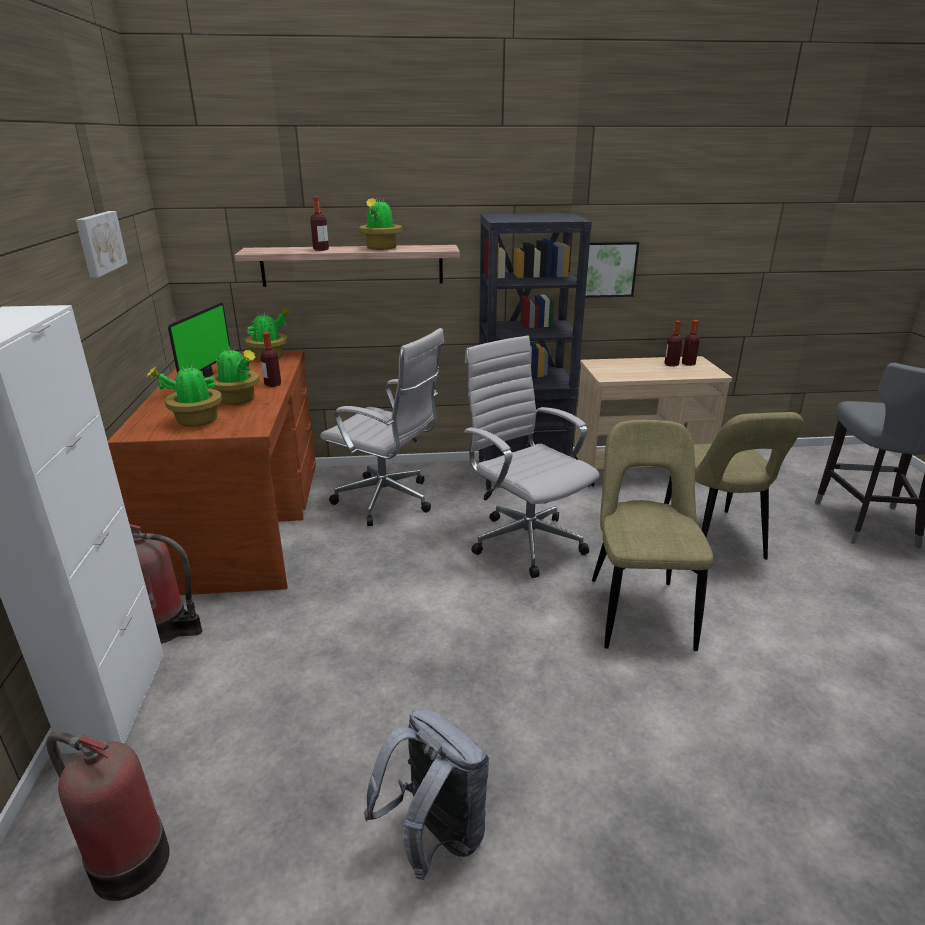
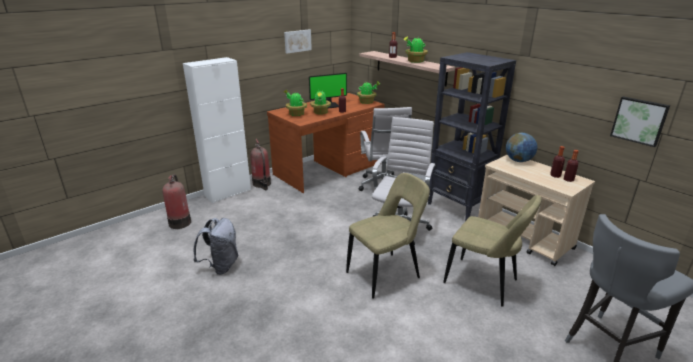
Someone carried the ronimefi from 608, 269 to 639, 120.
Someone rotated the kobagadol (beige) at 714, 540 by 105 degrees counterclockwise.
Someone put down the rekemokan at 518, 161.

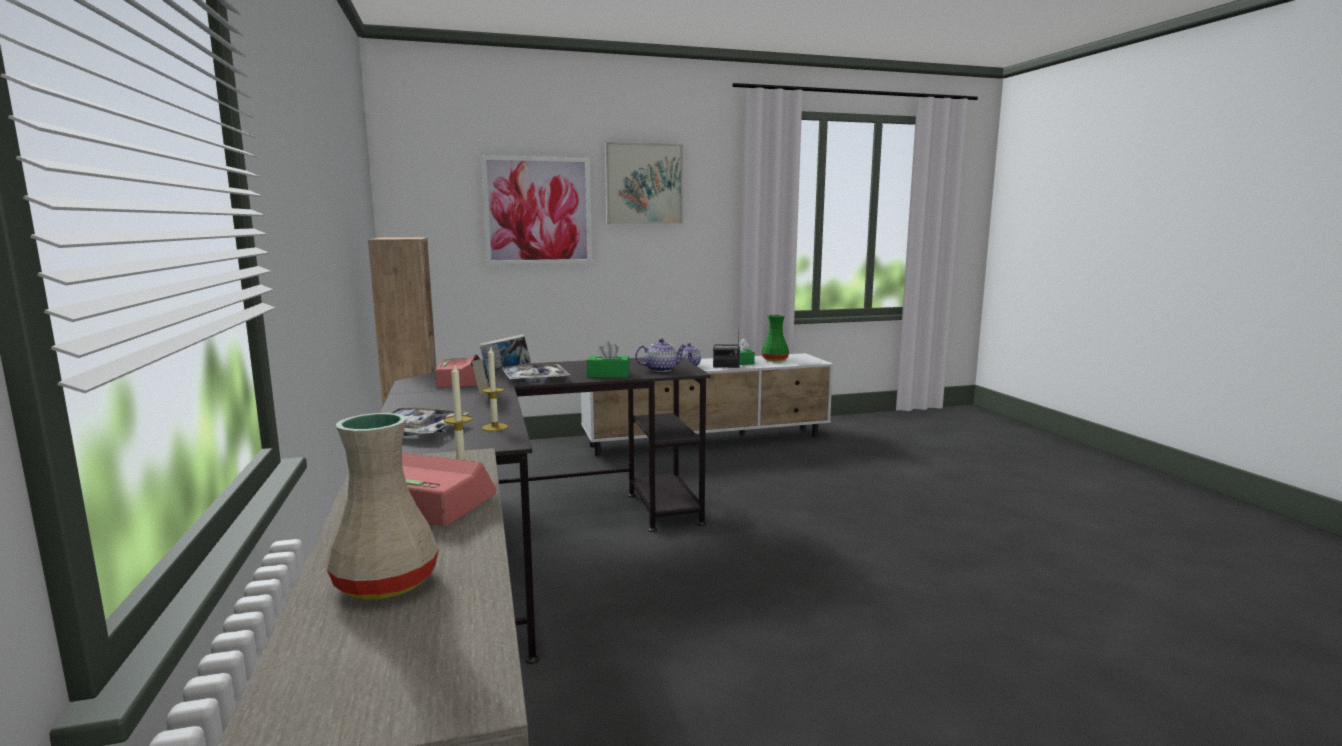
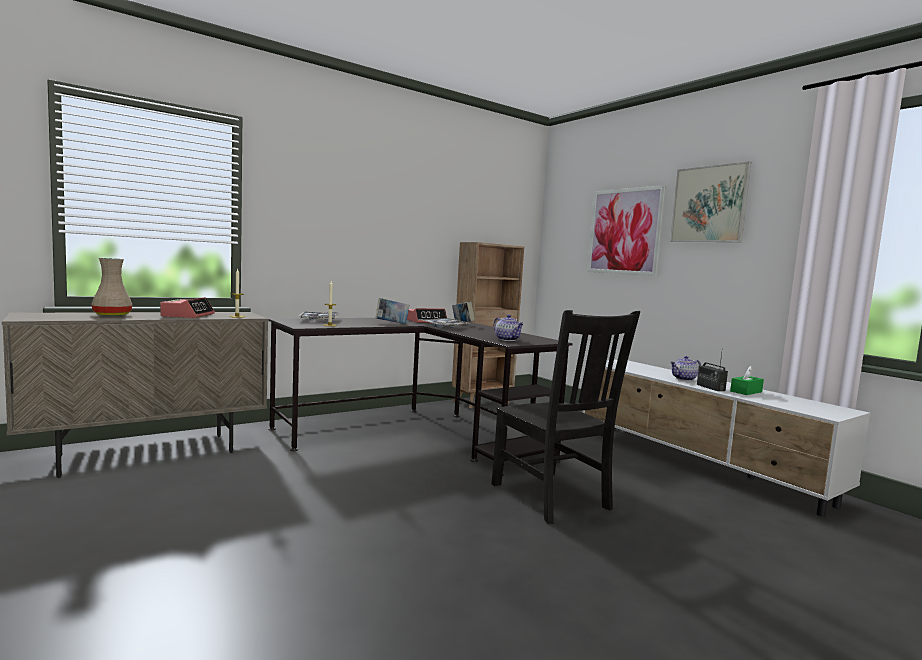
Someone took away the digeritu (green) at 774, 360.
Someone took away the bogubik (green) at 608, 375.
Someone put down the kobagadol (black) at 552, 498.

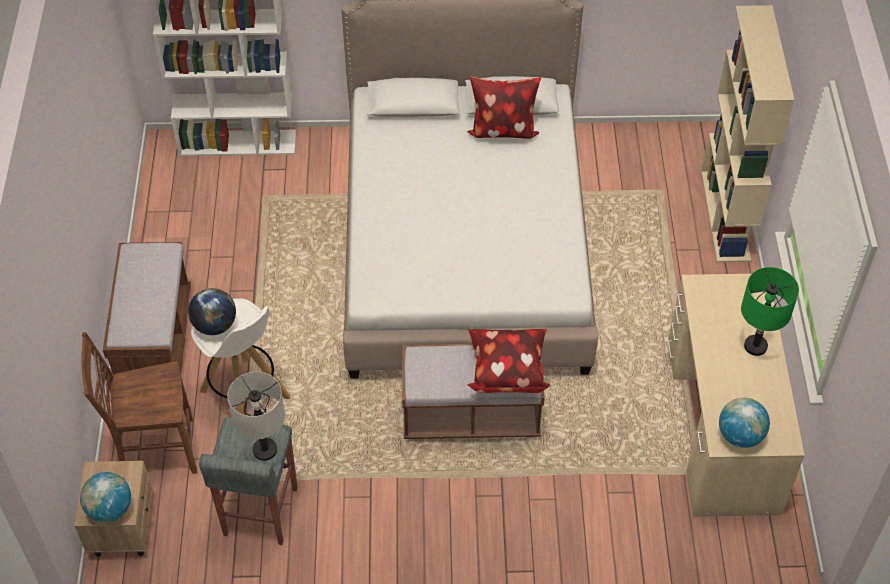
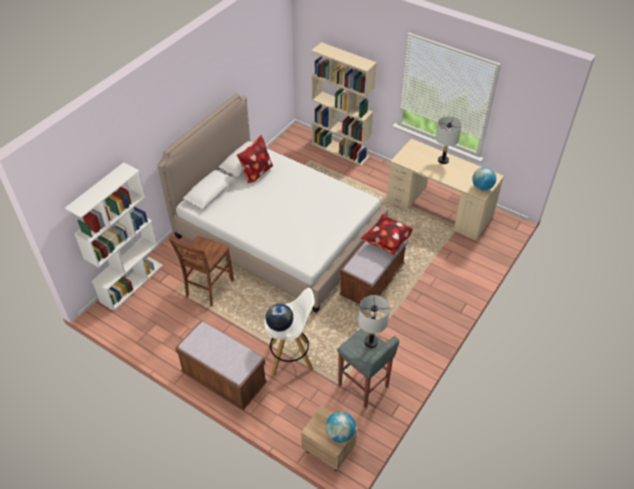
Someone repainted the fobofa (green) at 755, 346, which became the fobofa (grey) at 443, 160.
Someone carried the kobagadol (brown) from 155, 449 to 208, 288.

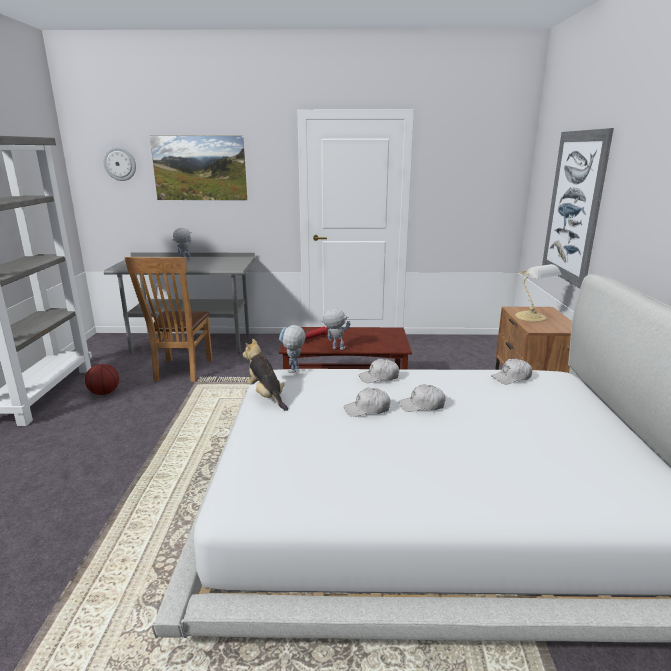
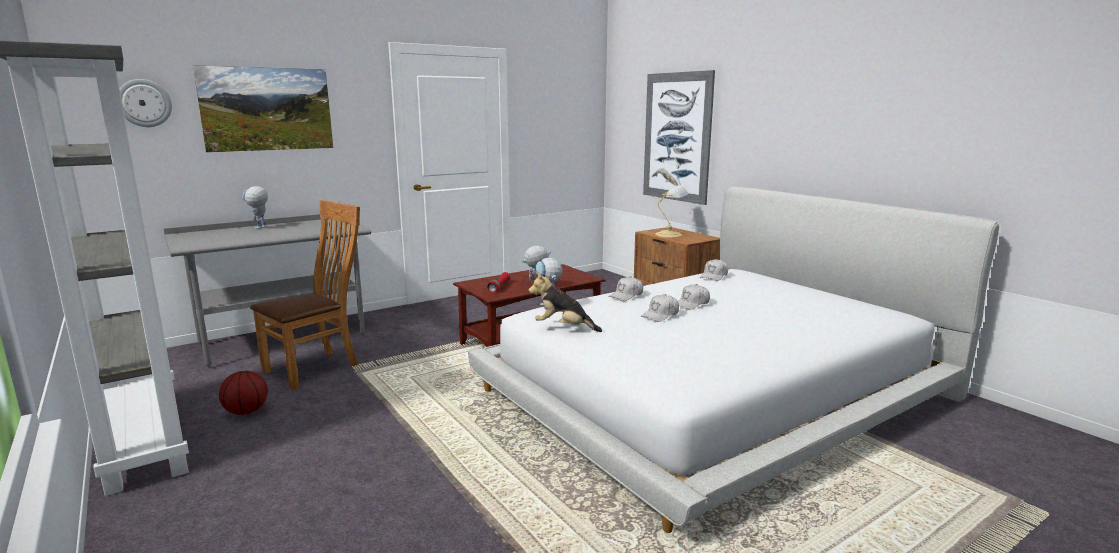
Someone rotated the kobagadol (brown) at 181, 371 by 105 degrees counterclockwise.

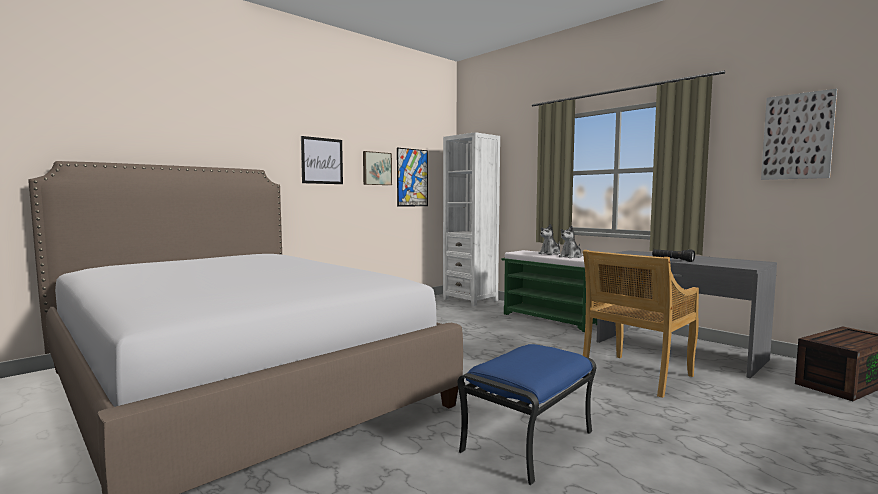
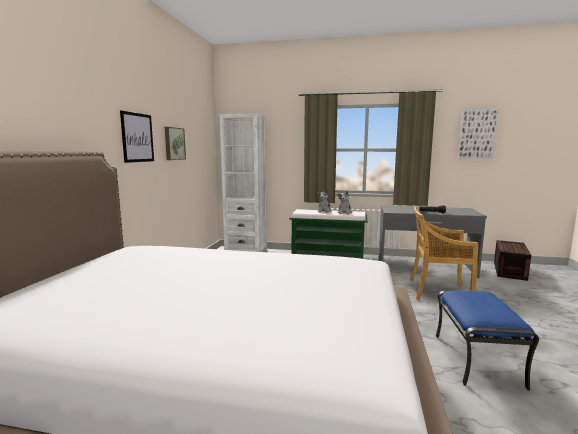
Someone took away the ronimefi at 412, 177.
Someone rotated the kobagadol (beige) at 636, 375 by 90 degrees clockwise.

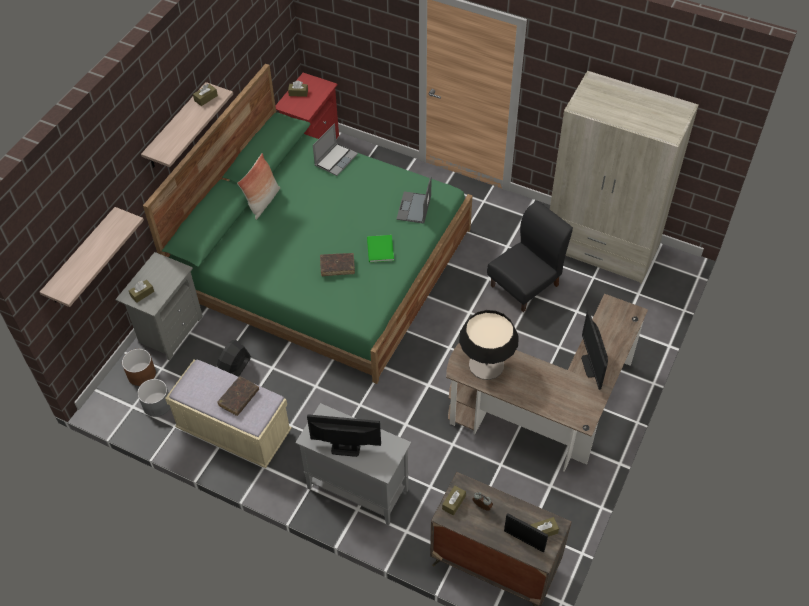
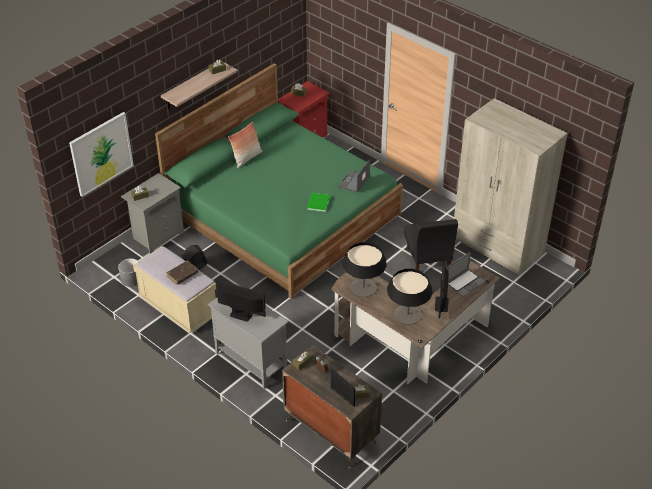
Someone carried the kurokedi from 336, 159 to 465, 283.
Someone rotated the kobagadol (black) at 525, 285 by 105 degrees clockwise.
Someone swapped the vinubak at 81, 257 for the ronimefi at 101, 153.
Someone took away the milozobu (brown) at 337, 266.
Someone took away the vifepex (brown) at 141, 374.
Someone put down the fobofa at 407, 315.

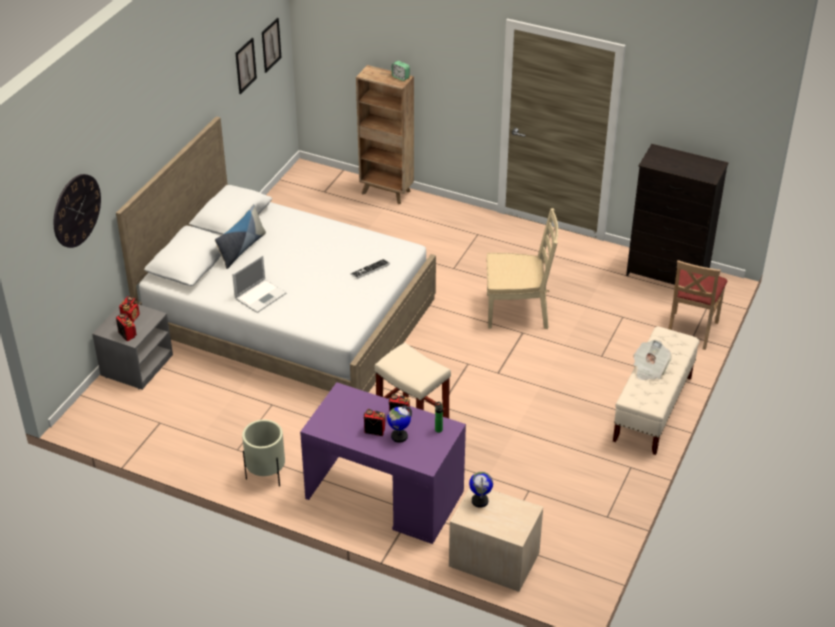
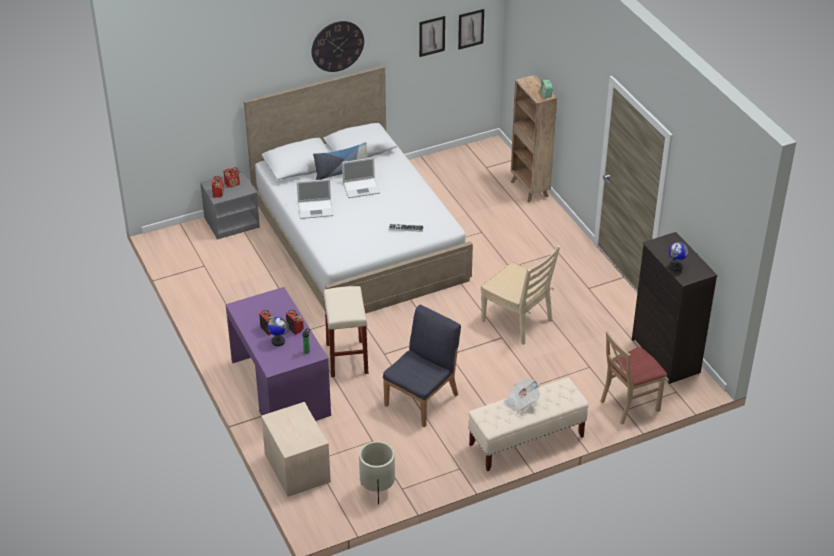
Someone carried the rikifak from 76, 210 to 337, 46.
Someone carried the vifepex (beige) from 266, 475 to 377, 490.
Someone carried the rekemokan from 480, 501 to 675, 267.
Someone put down the kurokedi at 362, 188.
Someone put down the kobagadol (blue) at 422, 399.

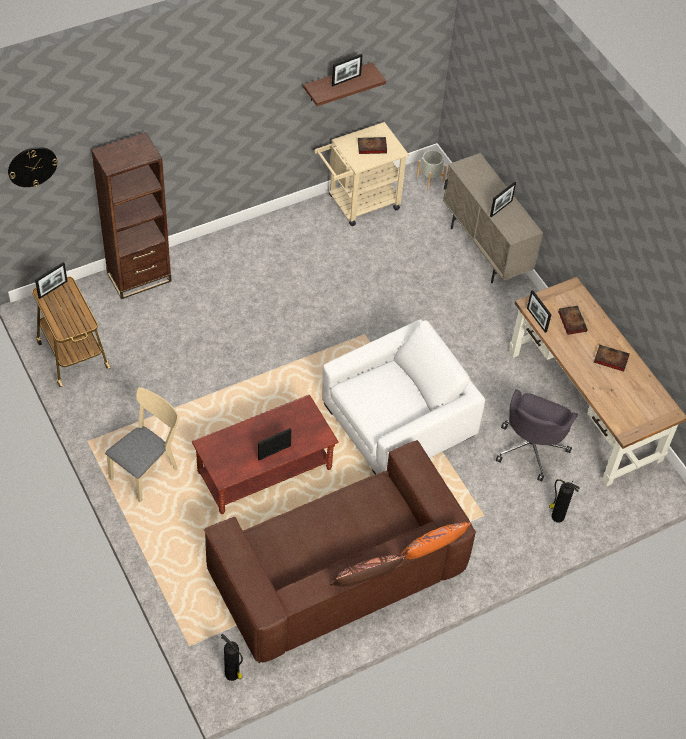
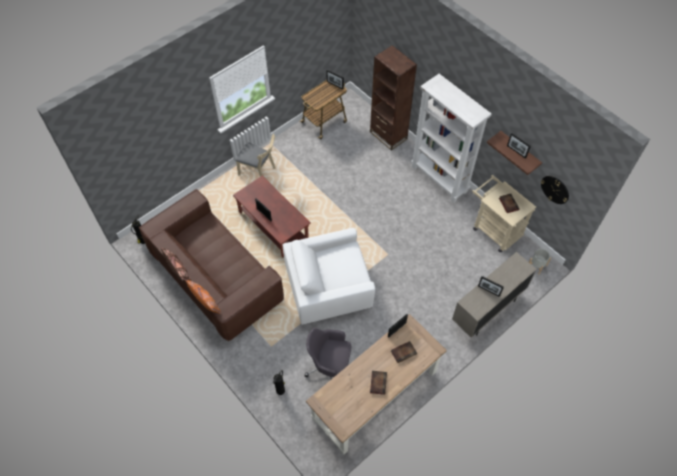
Someone carried the rikifak from 32, 166 to 555, 189.
Someone rotated the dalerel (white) at 398, 420 by 120 degrees clockwise.
Someone put down the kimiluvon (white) at 440, 179.

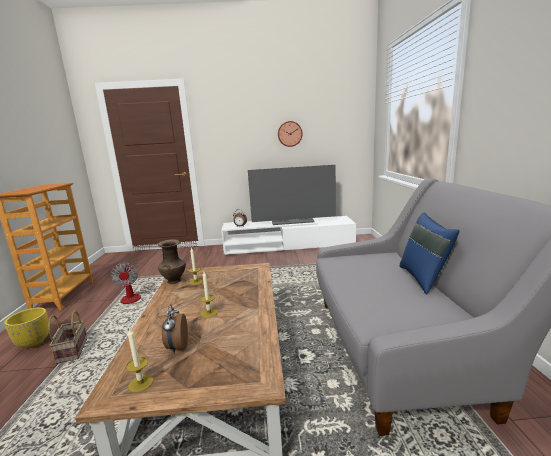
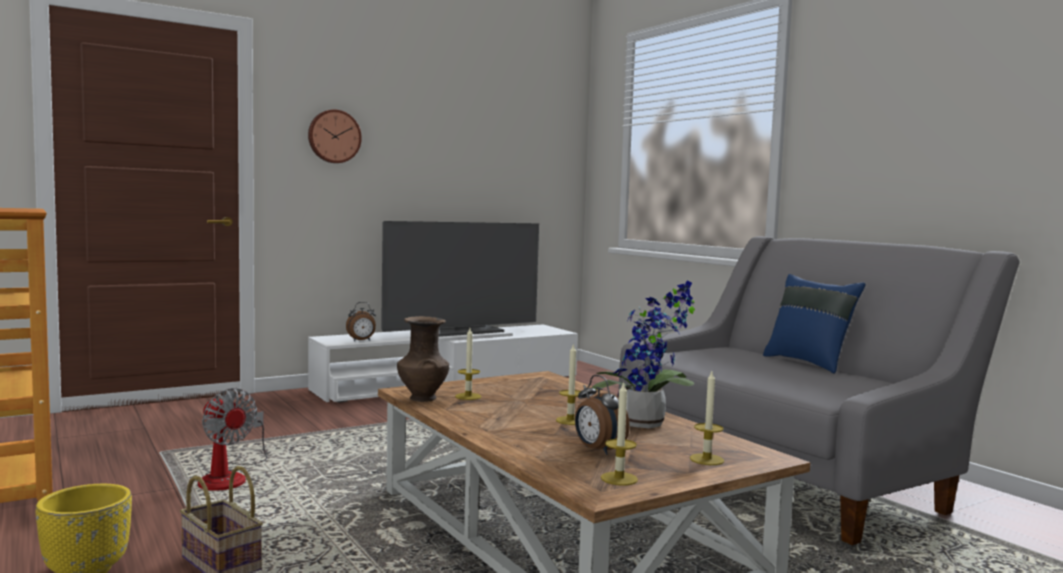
Someone carried the rikifak from 289, 134 to 334, 136.
Someone put down the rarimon at 648, 425.
Someone put down the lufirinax at 706, 459.

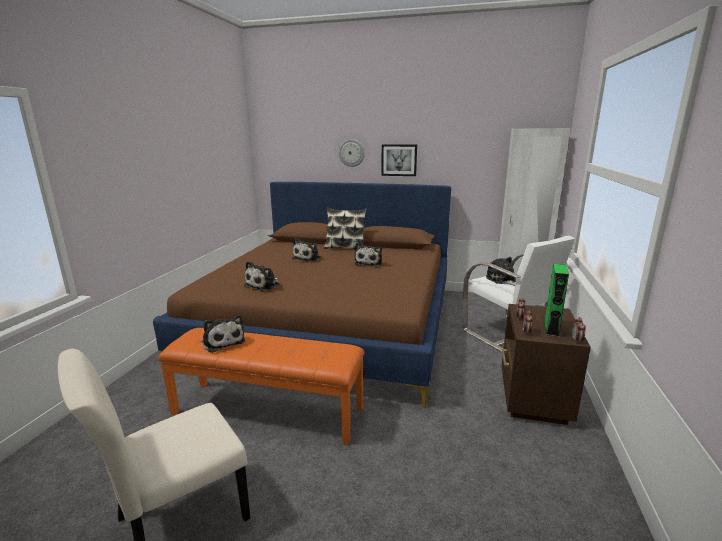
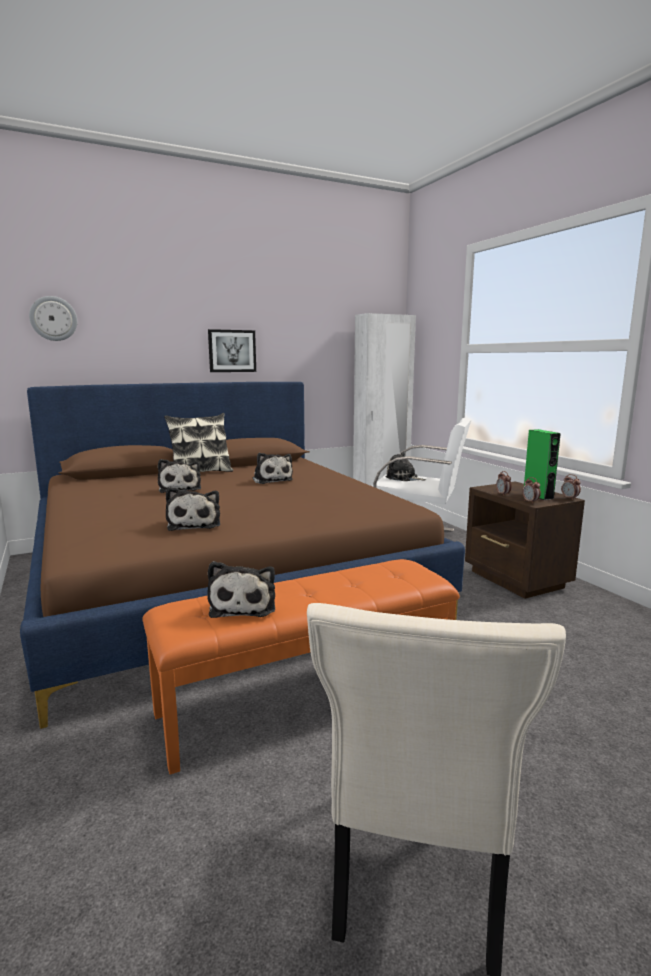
Someone carried the rikifak from 351, 153 to 53, 318.
Someone rotated the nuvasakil at 223, 341 by 75 degrees clockwise.

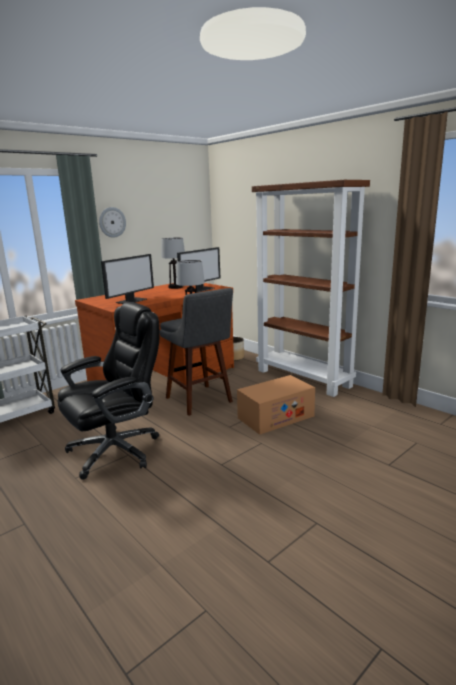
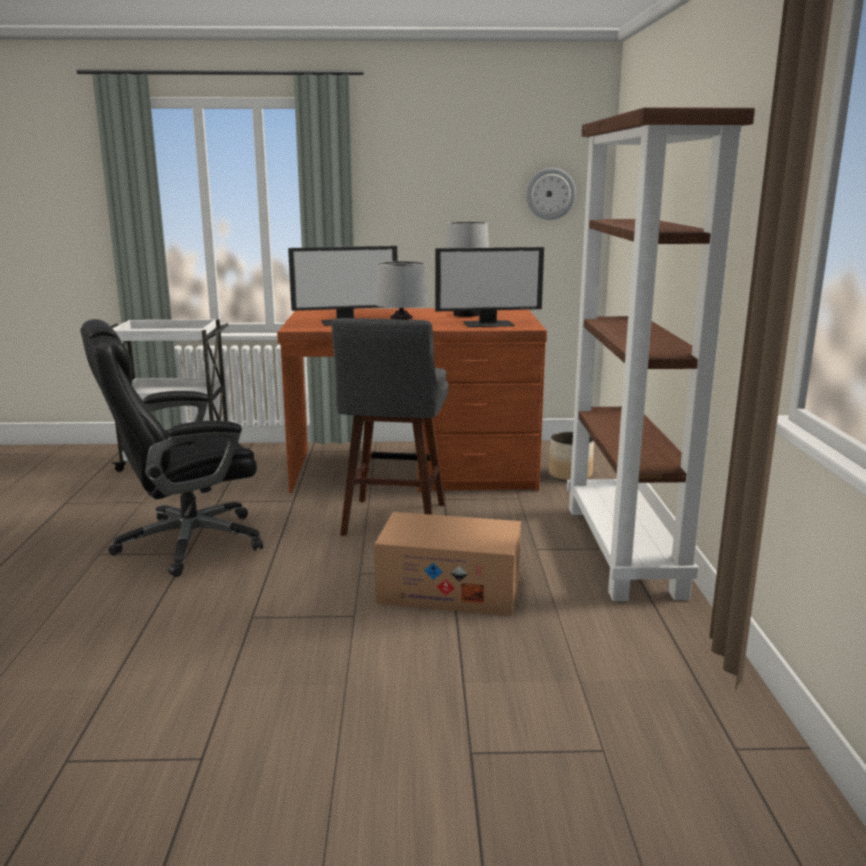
Someone carried the rikifak from 112, 222 to 550, 194.
Someone rotated the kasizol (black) at 116, 450 by 150 degrees clockwise.

